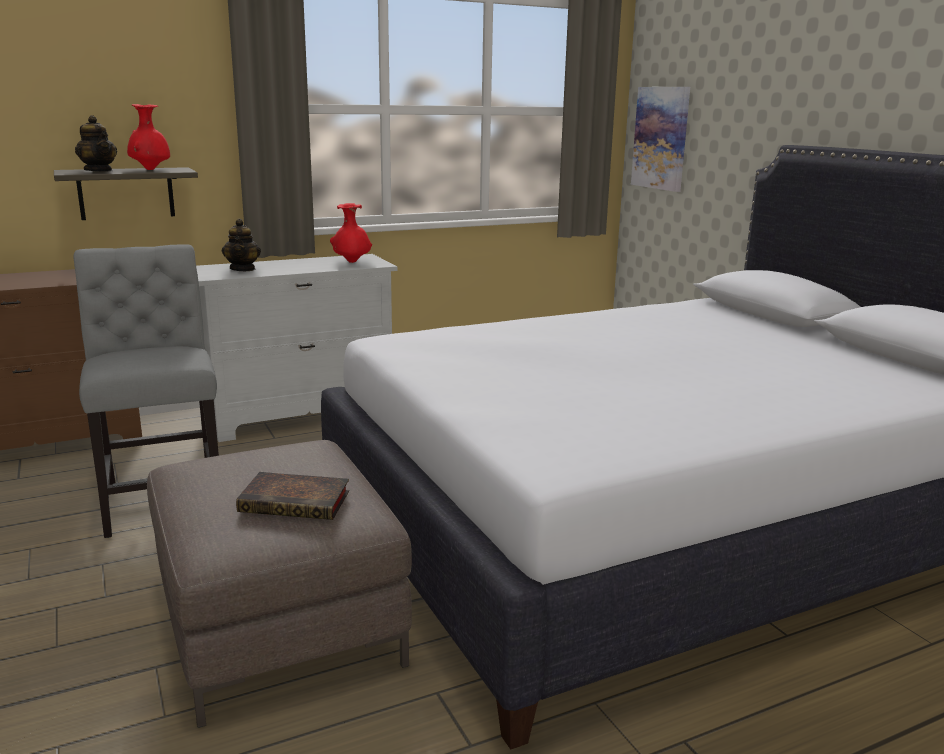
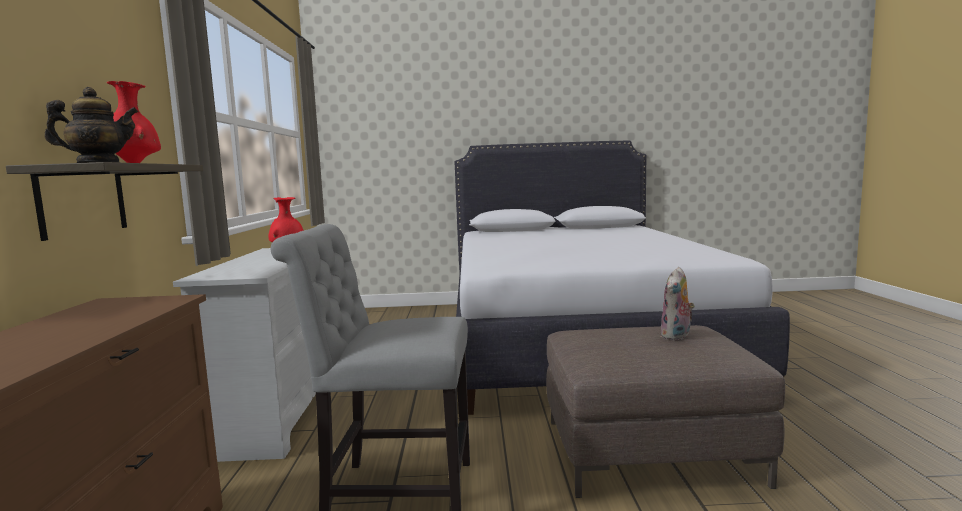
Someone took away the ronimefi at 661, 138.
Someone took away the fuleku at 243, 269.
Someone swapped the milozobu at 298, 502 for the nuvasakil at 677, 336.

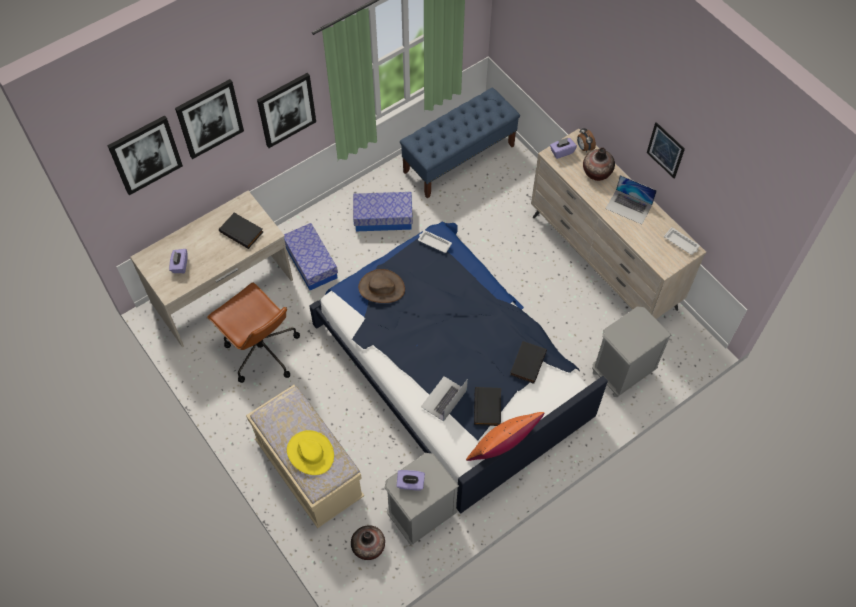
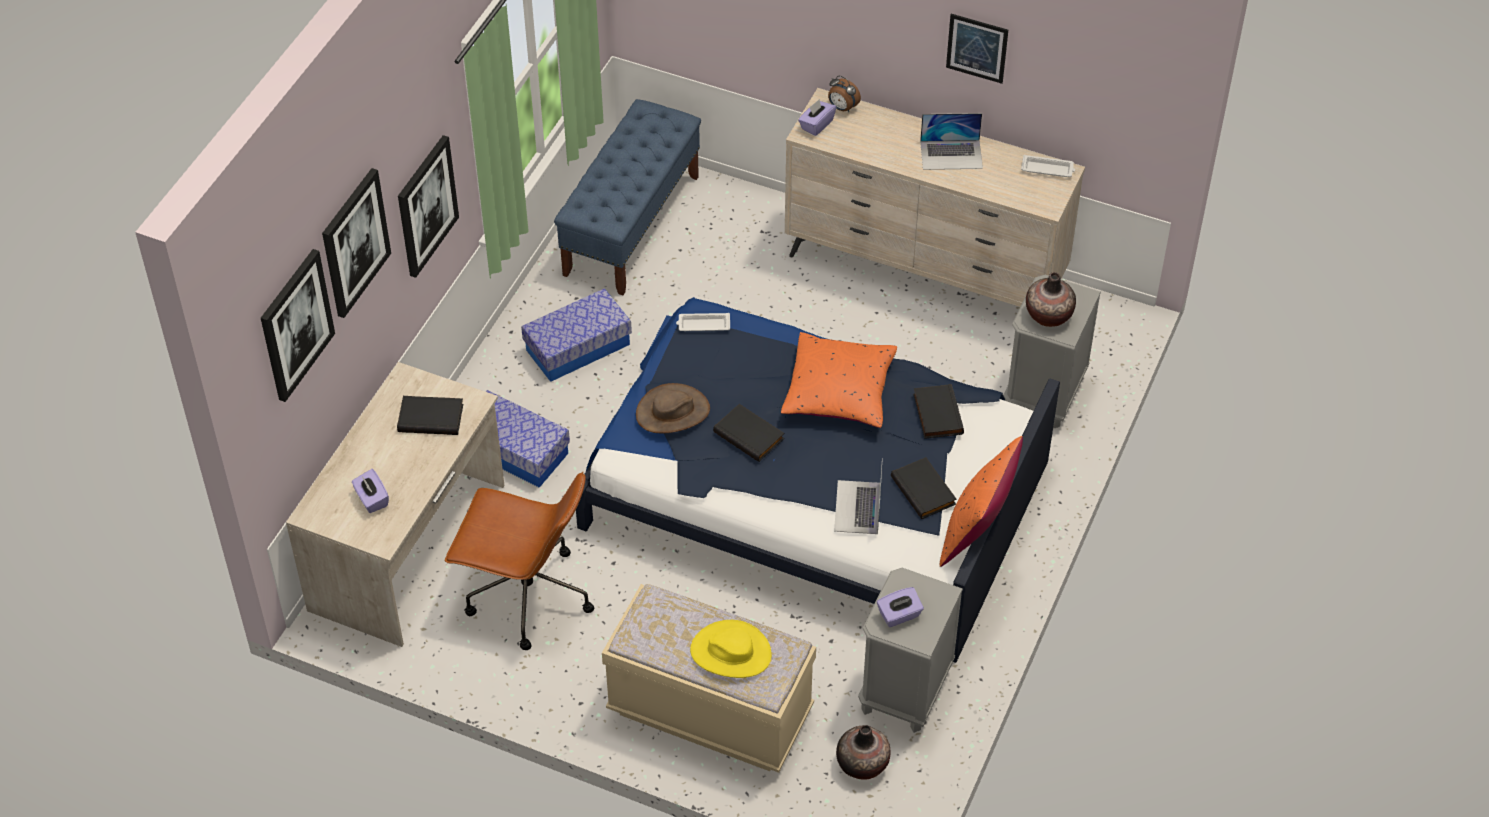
Someone carried the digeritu from 596, 172 to 1048, 315.
Someone put down the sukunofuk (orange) at 839, 391.
Someone put down the milozobu (black) at 750, 435.

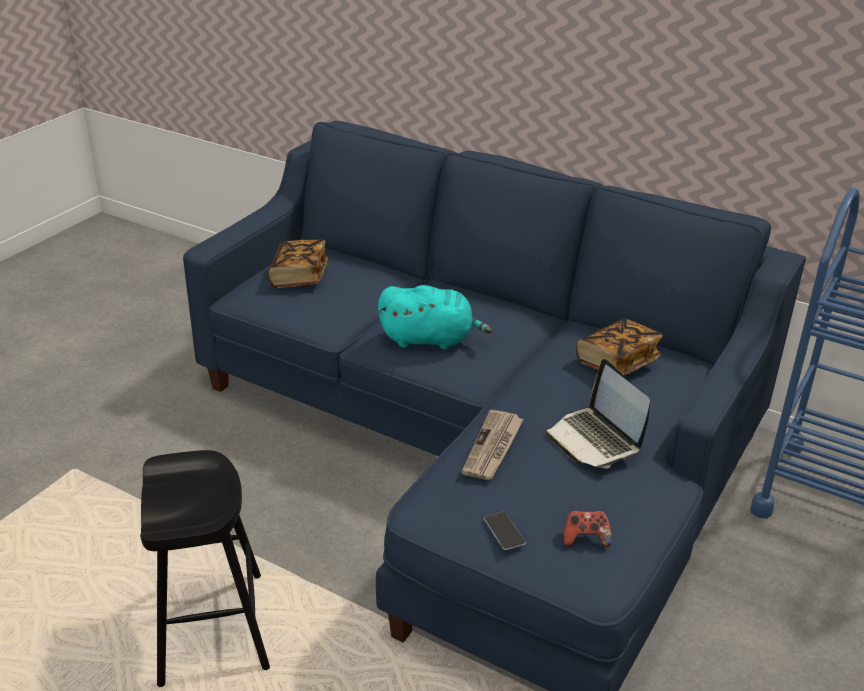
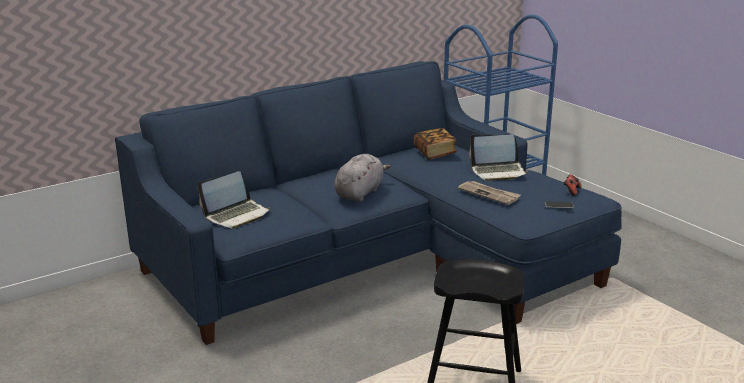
Someone swapped the milozobu at 299, 277 for the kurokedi at 237, 215.
Someone repainted the nuvasakil (turquoise) at 430, 339, which became the nuvasakil (grey) at 360, 193.

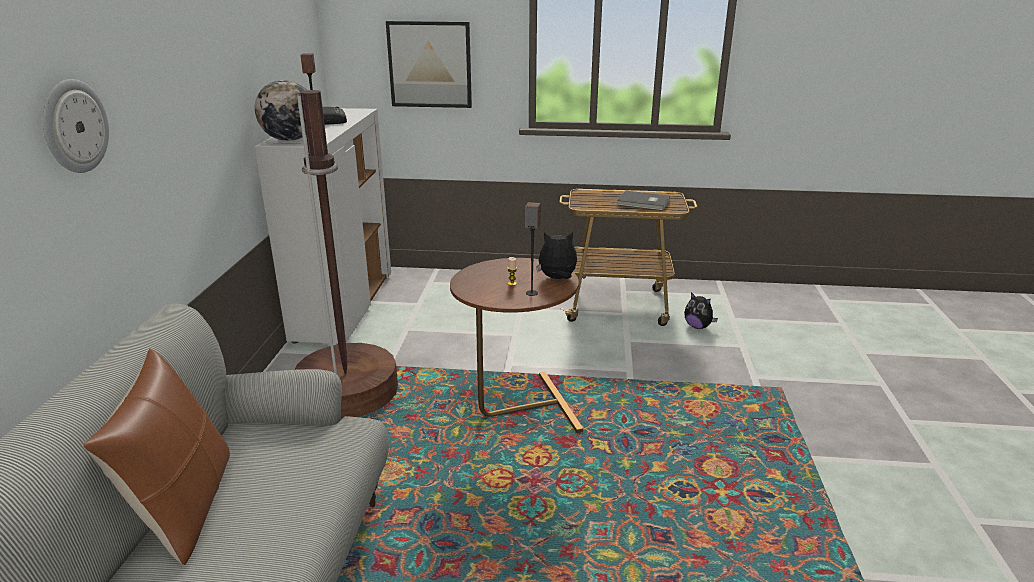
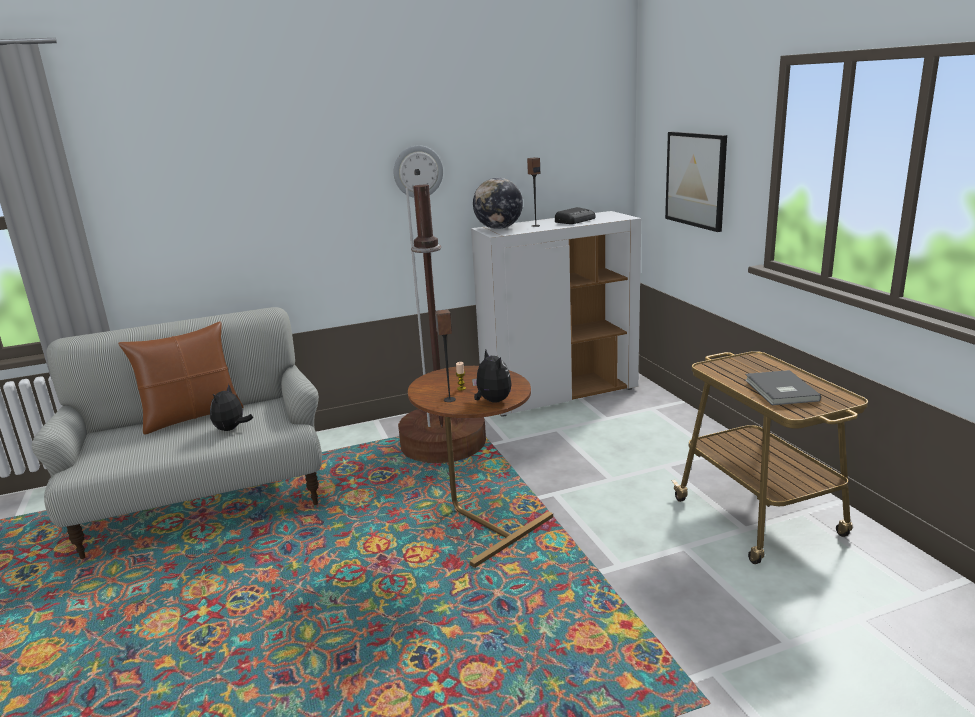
Someone carried the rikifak from 74, 126 to 418, 171.
Someone carried the nuvasakil from 698, 326 to 231, 429.

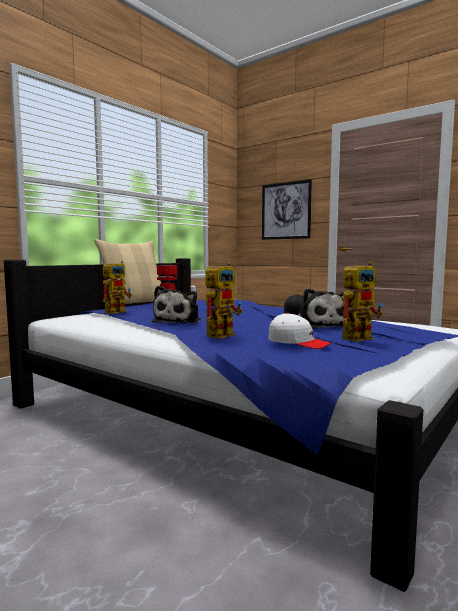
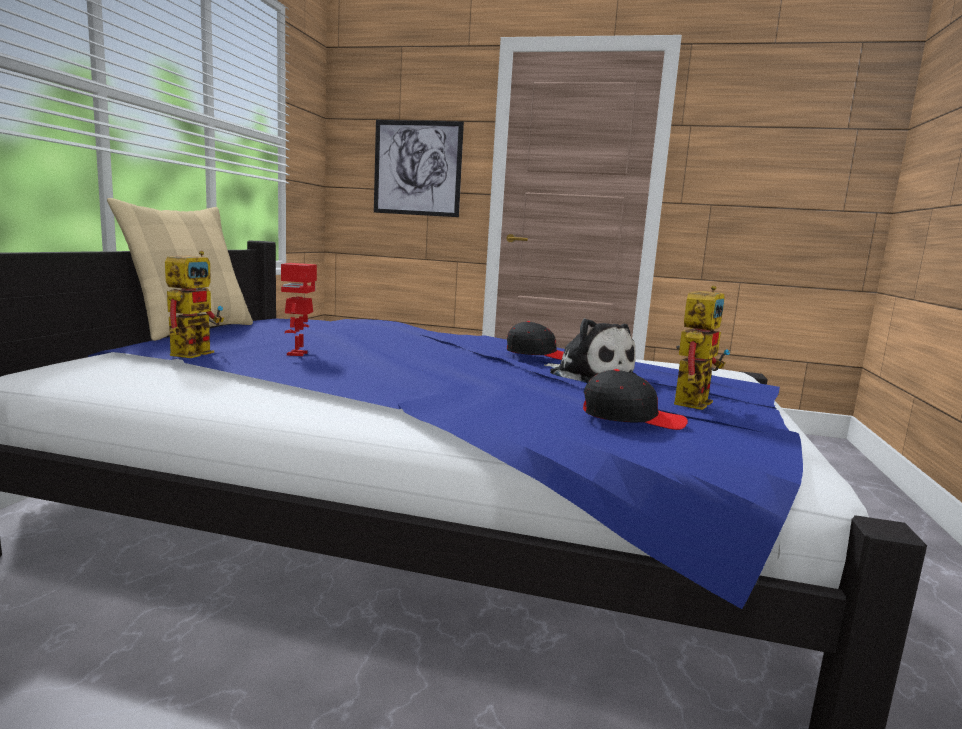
Someone took away the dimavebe at 222, 334.
Someone took away the nuvasakil at 179, 321.
Someone repainted the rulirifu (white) at 298, 343, which became the rulirifu (black) at 632, 418.

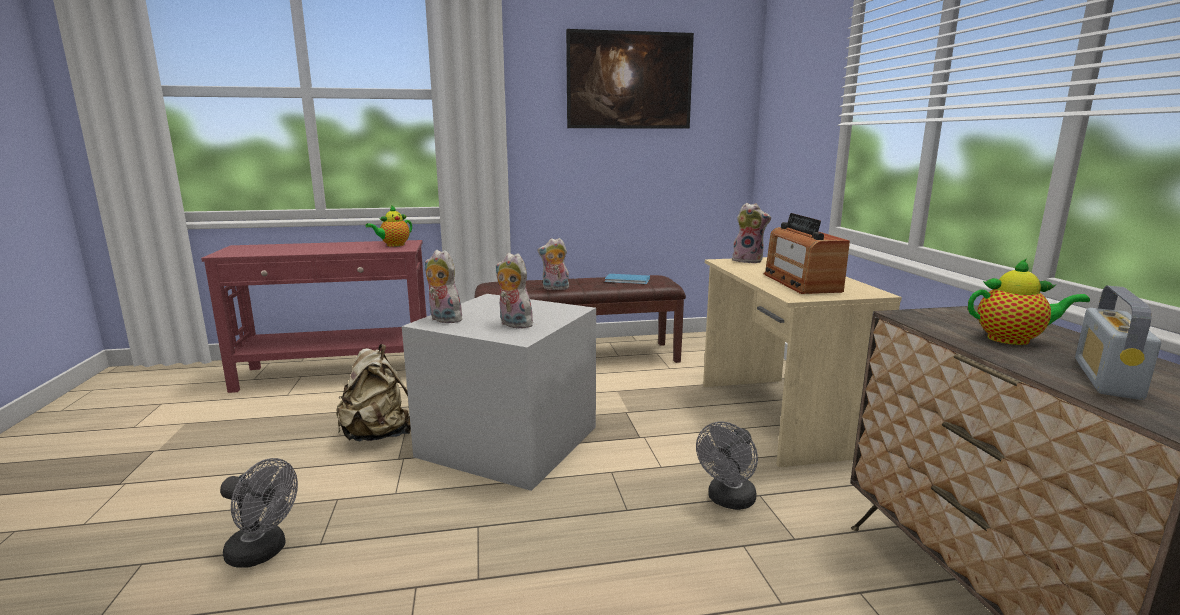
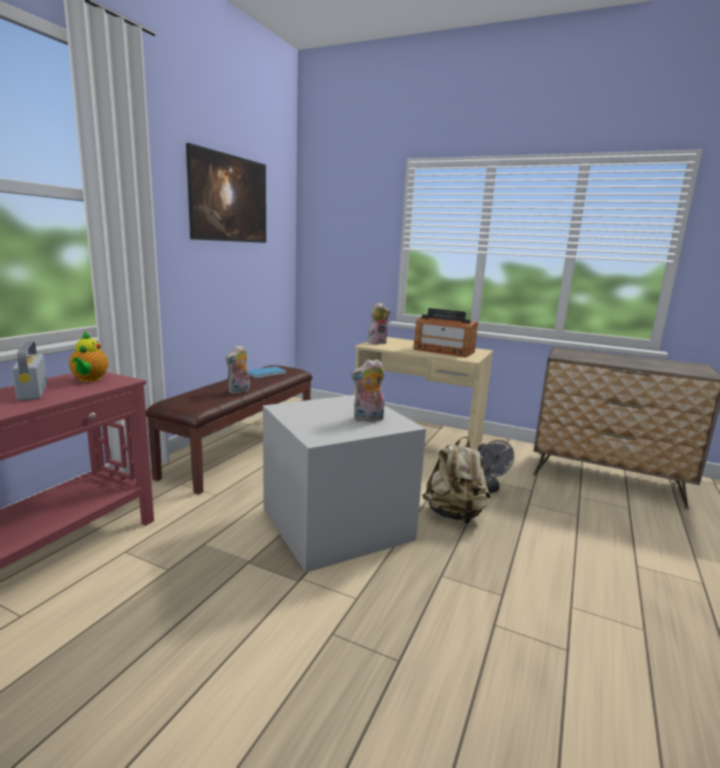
Someone took away the nuvasakil at 443, 319.
Someone took away the fuleku at 1013, 340.
Someone carried the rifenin from 1106, 378 to 33, 391.
Someone carried the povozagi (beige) from 378, 435 to 454, 515.
Someone took away the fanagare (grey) at 263, 552.

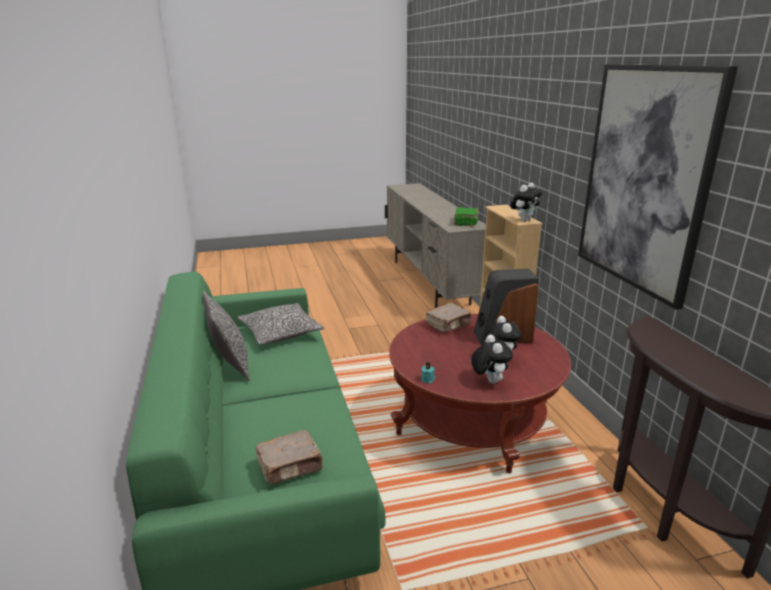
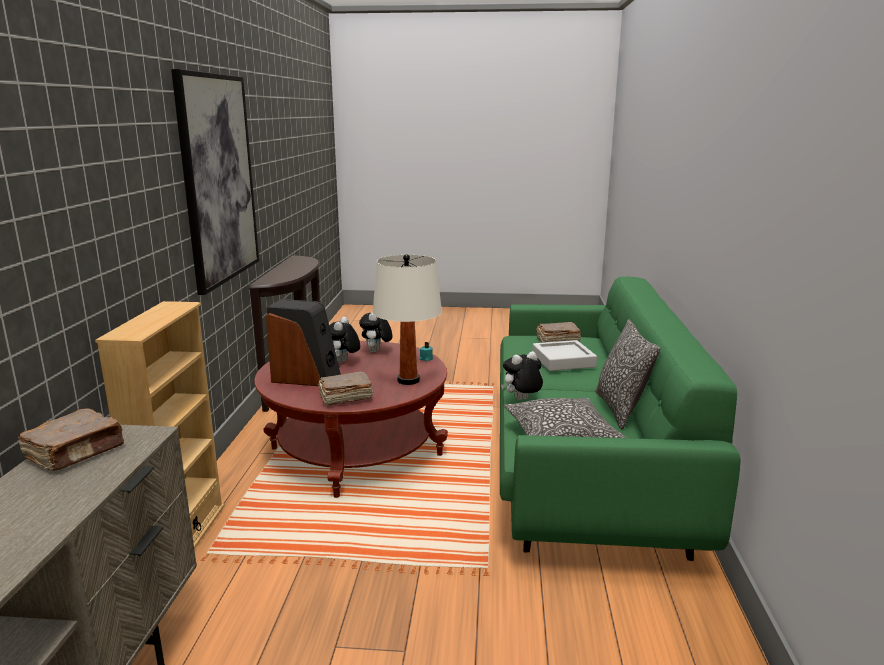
Someone carried the nuvasakil from 524, 220 to 522, 400.
Someone repainted the milozobu (green) at 465, 222, which became the milozobu (brown) at 76, 453.
Someone put down the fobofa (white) at 408, 380.
Someone put down the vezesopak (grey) at 563, 360.

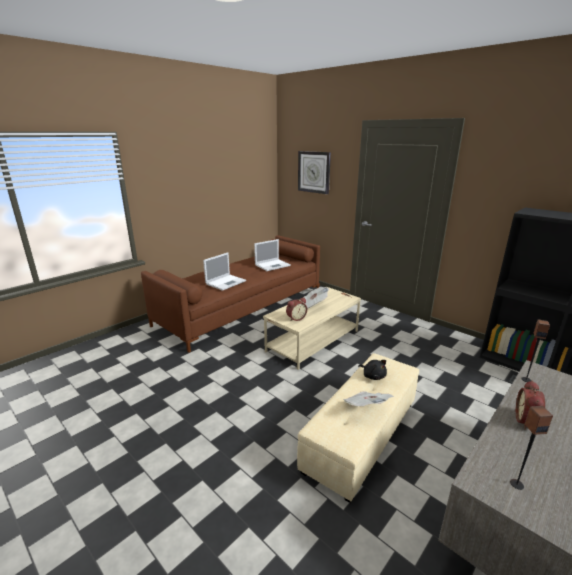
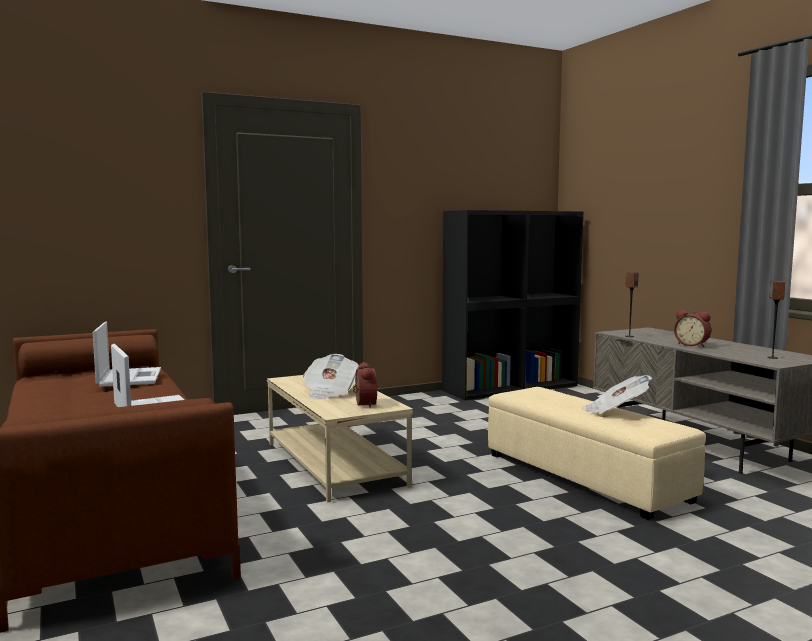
Someone took away the rikifak at 314, 172.
Someone took away the nuvasakil (black) at 373, 376.

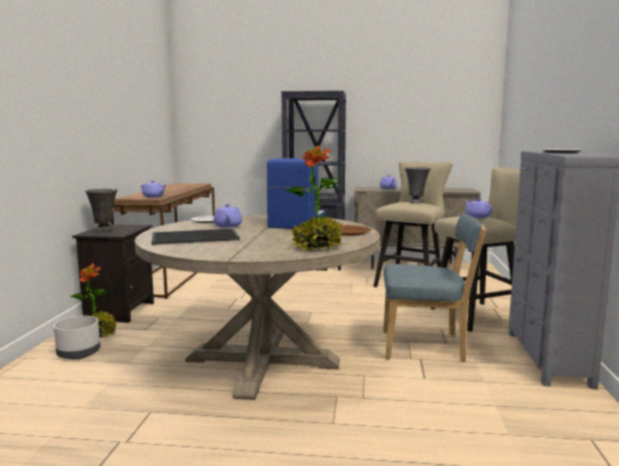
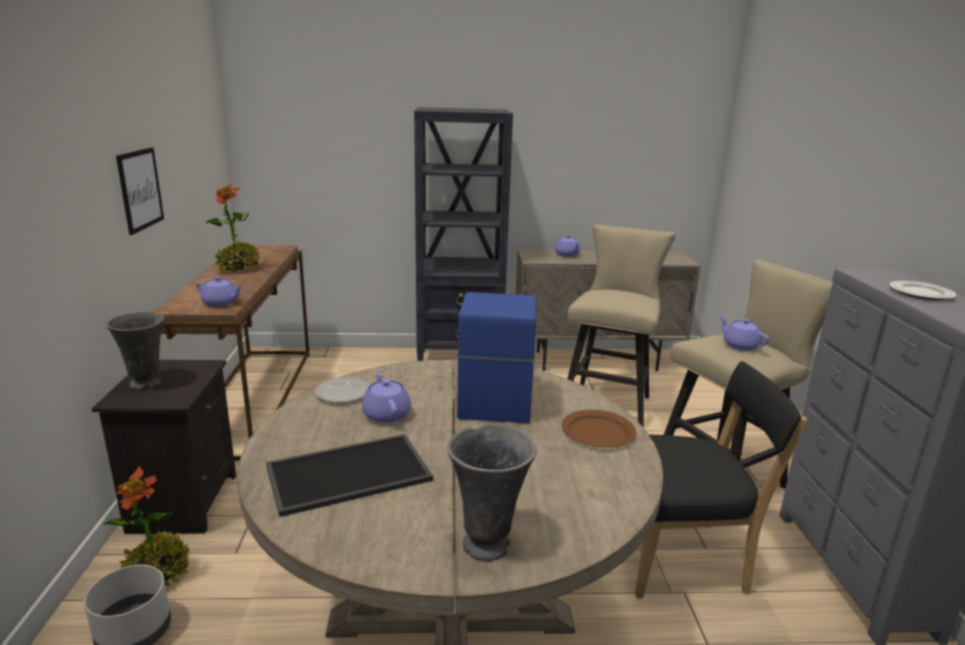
Someone carried the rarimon from 317, 246 to 238, 268.
Someone carried the digeritu (grey) from 416, 202 to 488, 544.
Someone repainted the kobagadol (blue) at 427, 346, which became the kobagadol (black) at 682, 558.
Someone put up the ronimefi at 140, 189.

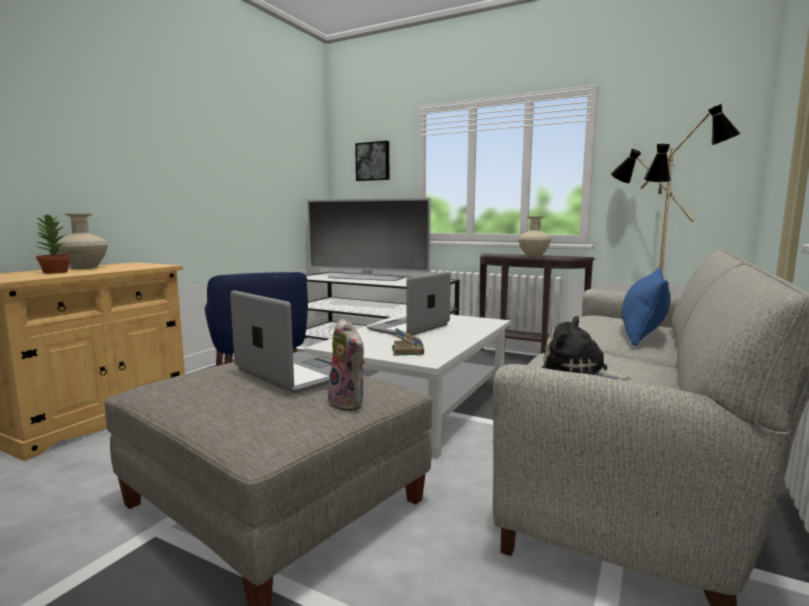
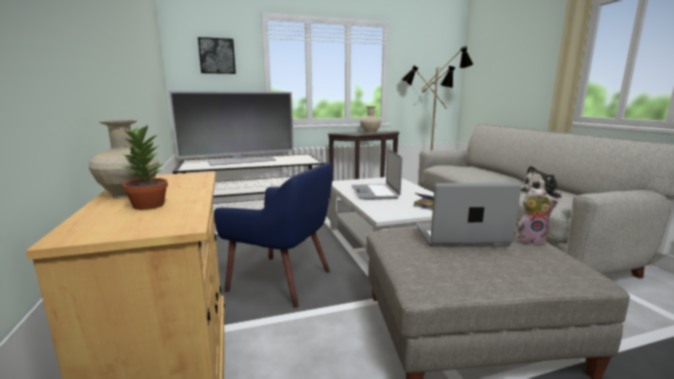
Someone took away the sukunofuk (blue) at 642, 333.

